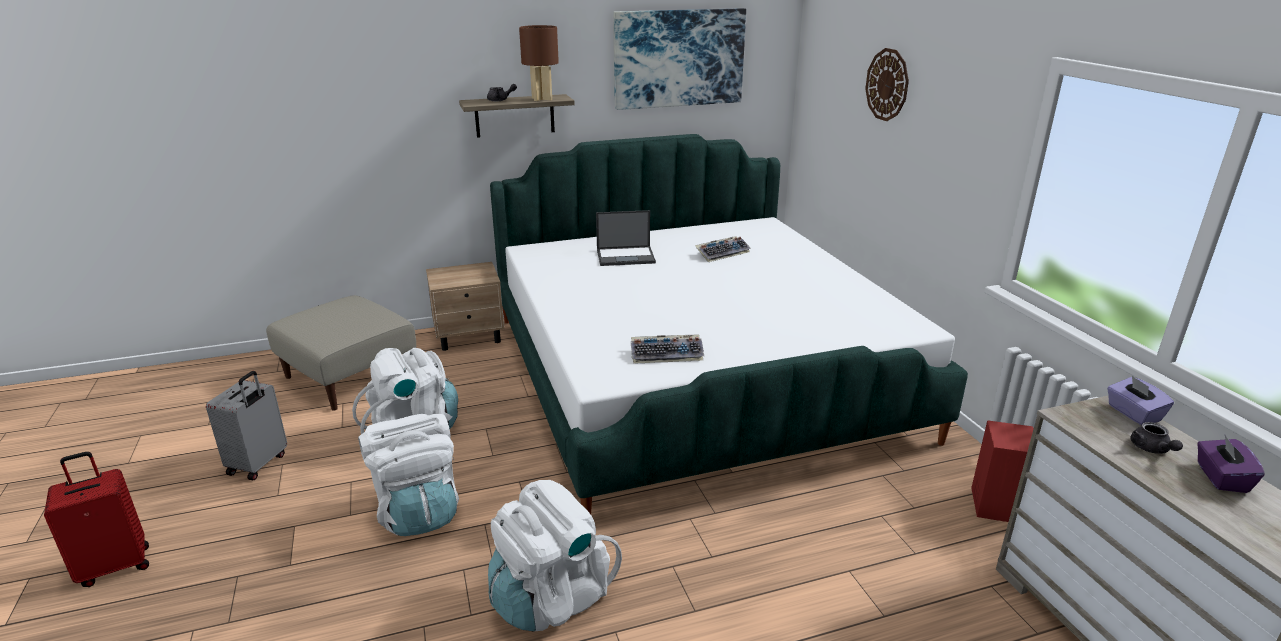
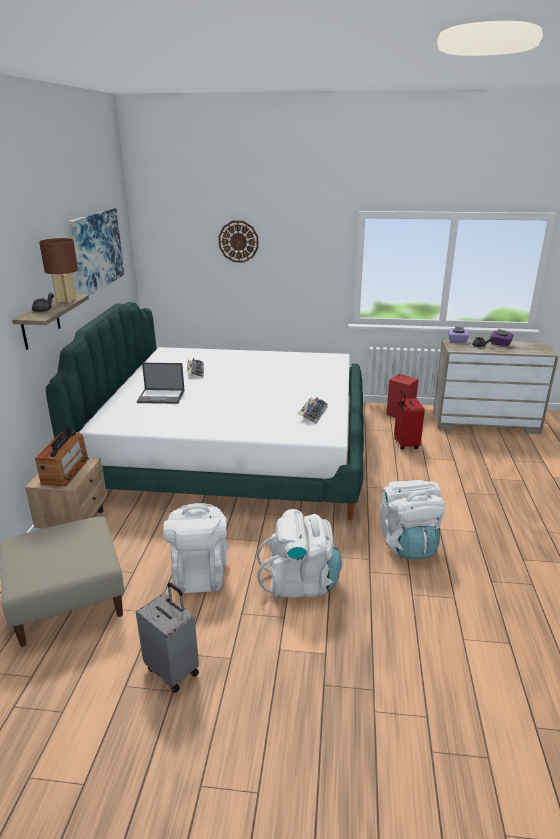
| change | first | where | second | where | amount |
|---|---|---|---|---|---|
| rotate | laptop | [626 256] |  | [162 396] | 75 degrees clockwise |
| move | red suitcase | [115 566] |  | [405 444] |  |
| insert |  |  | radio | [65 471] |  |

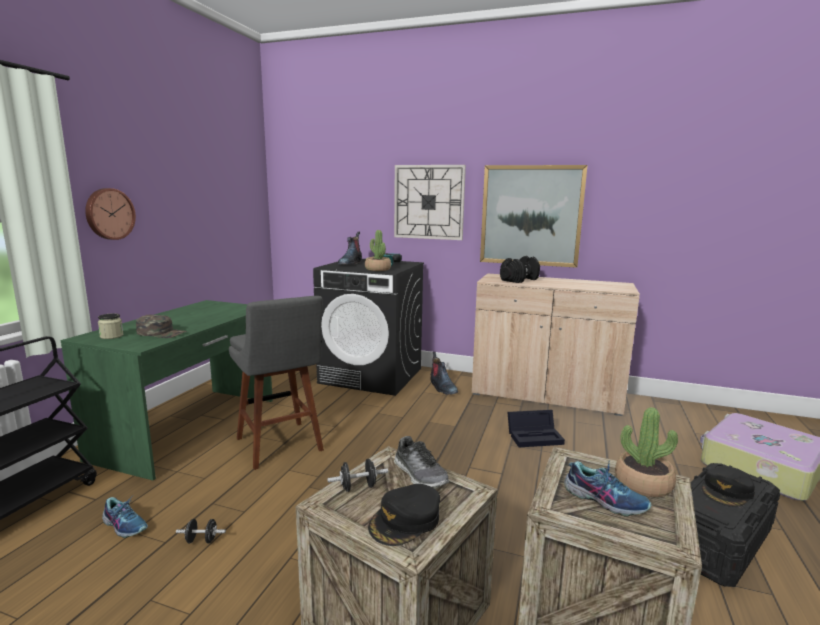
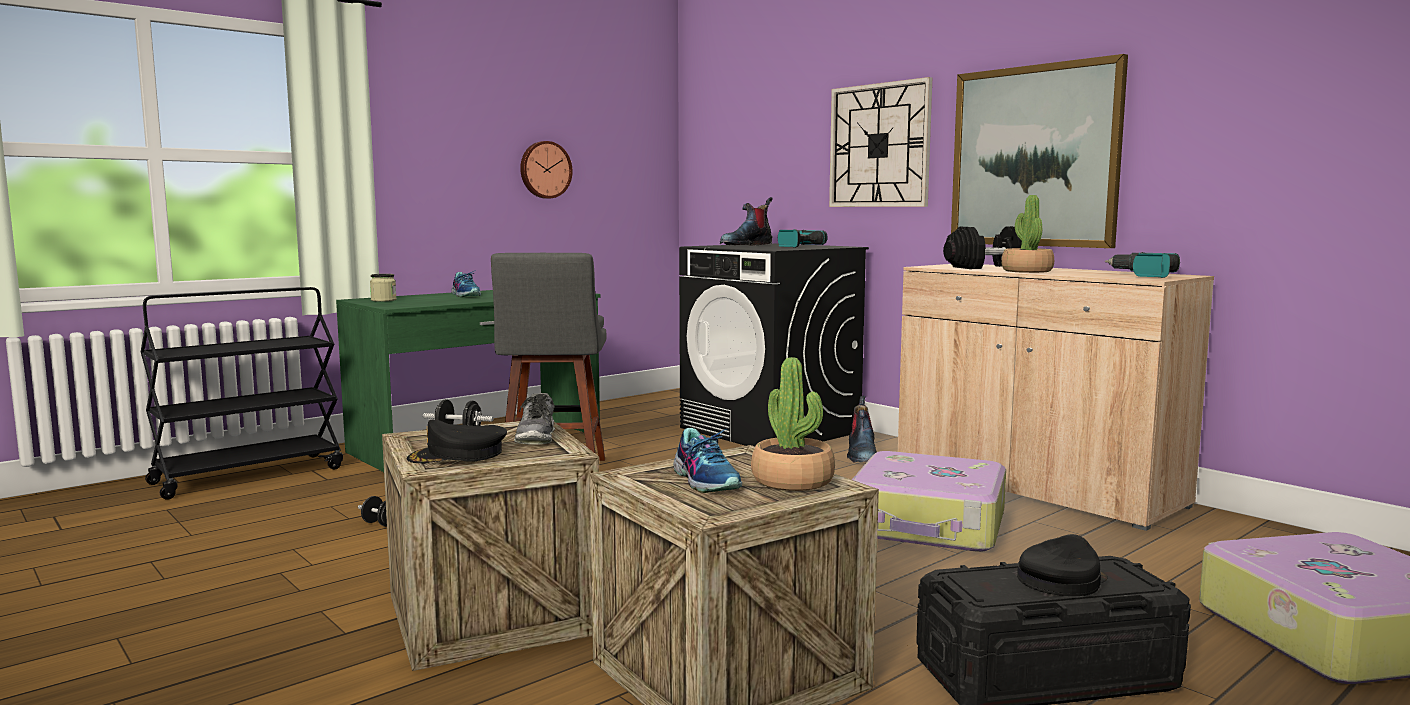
| change | first | where | second | where | amount |
|---|---|---|---|---|---|
| move | wall clock | [109 214] |  | [544 170] |  |
| move | potted plant | [377 269] |  | [1026 271] |  |
| delete | green cap | [162 333] |  |  |  |
| replace | black storage box | [535 436] | suitcase | [928 524] |  |
| rotate | black cap | [727 491] |  | [1061 579] | 150 degrees clockwise |
| move | shoe | [125 525] |  | [466 295] |  |
| insert |  |  | power drill | [1142 275] |  |

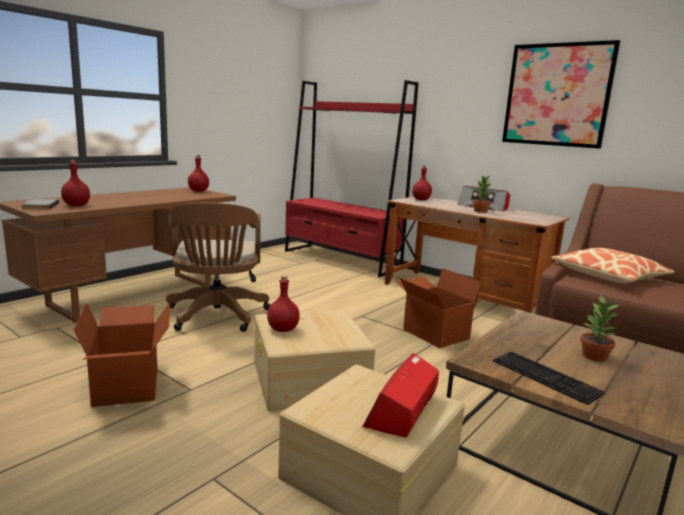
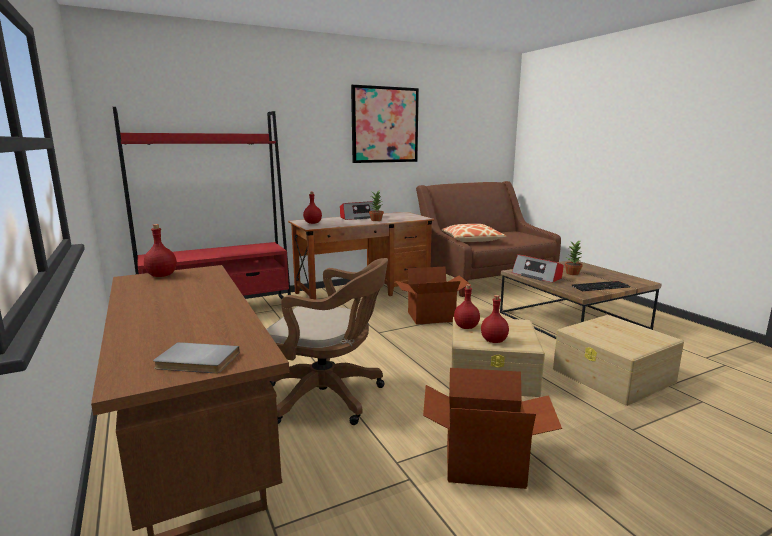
| change | first | where | second | where | amount |
|---|---|---|---|---|---|
| move | red bottle | [76 205] |  | [466 327] |  |
| move | radio | [402 409] |  | [537 276] |  |

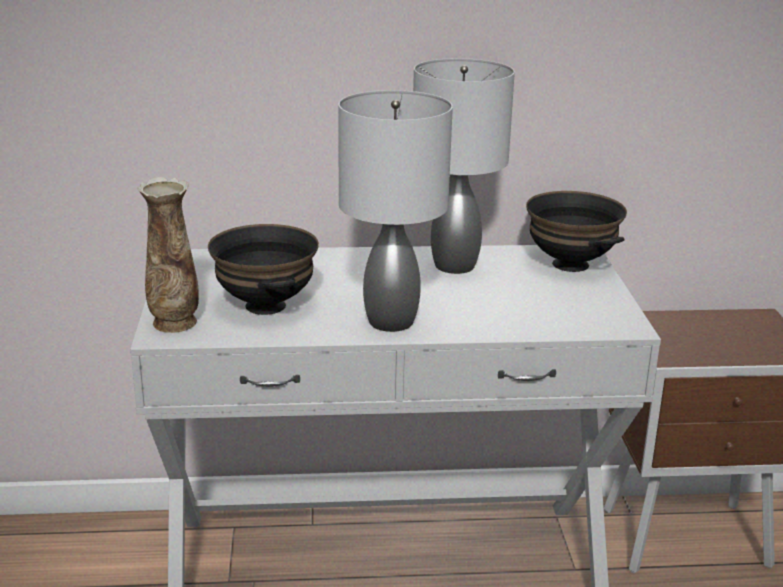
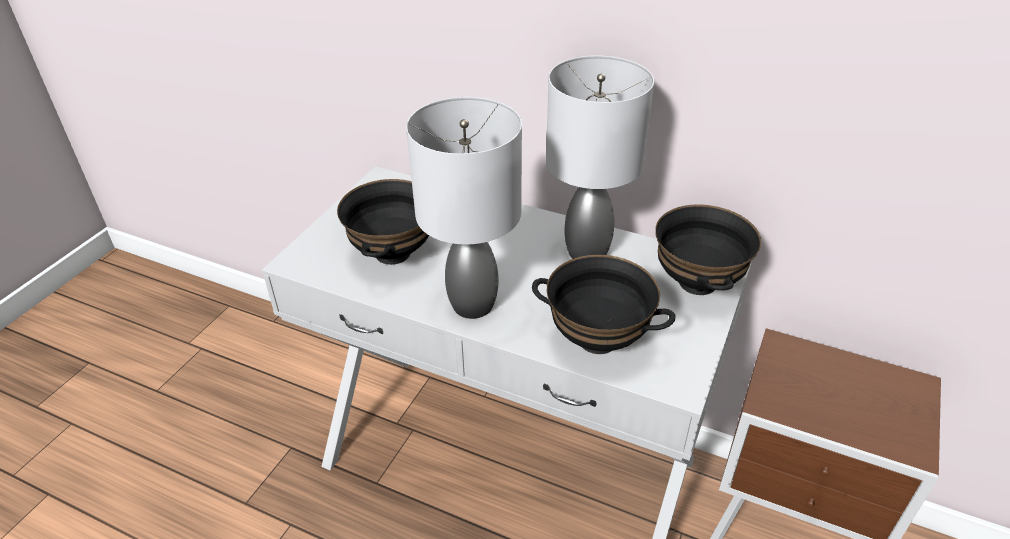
| change | first | where | second | where | amount |
|---|---|---|---|---|---|
| delete | vase | [174 323] |  |  |  |
| insert |  |  | black bowl | [598 339] |  |

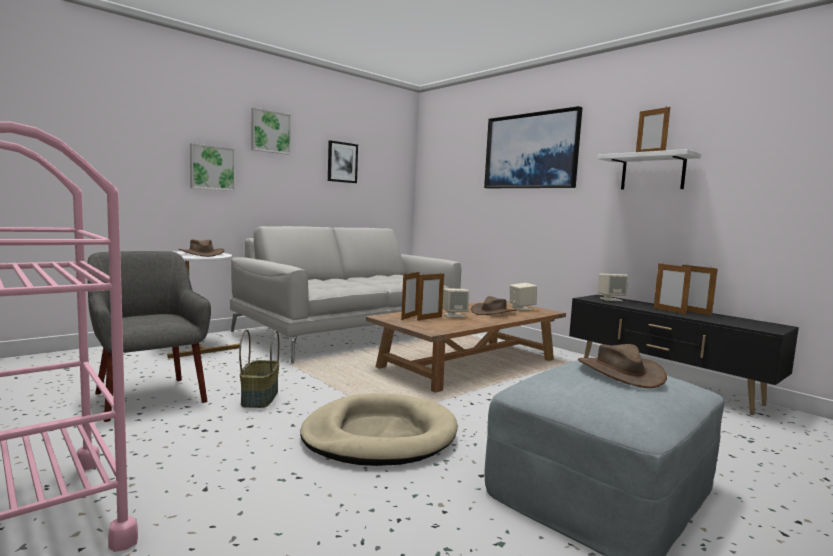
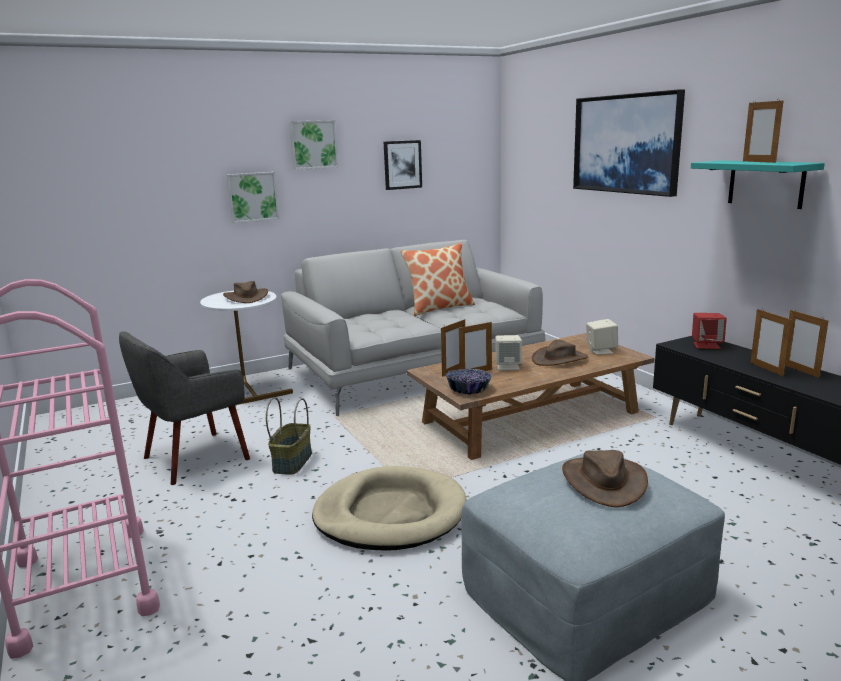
| change | first | where | second | where | amount |
|---|---|---|---|---|---|
| recolor | white shelf | [652 172] | turquoise shelf | [766 183] |  |
| rotate | grey armchair | [149 397] |  | [194 458] | 105 degrees counterclockwise |
| recolor | beige speaker | [611 299] | red speaker | [706 345] |  |
| insert |  |  | pillow | [439 308] |  |
| insert |  |  | bowl | [469 389] |  |

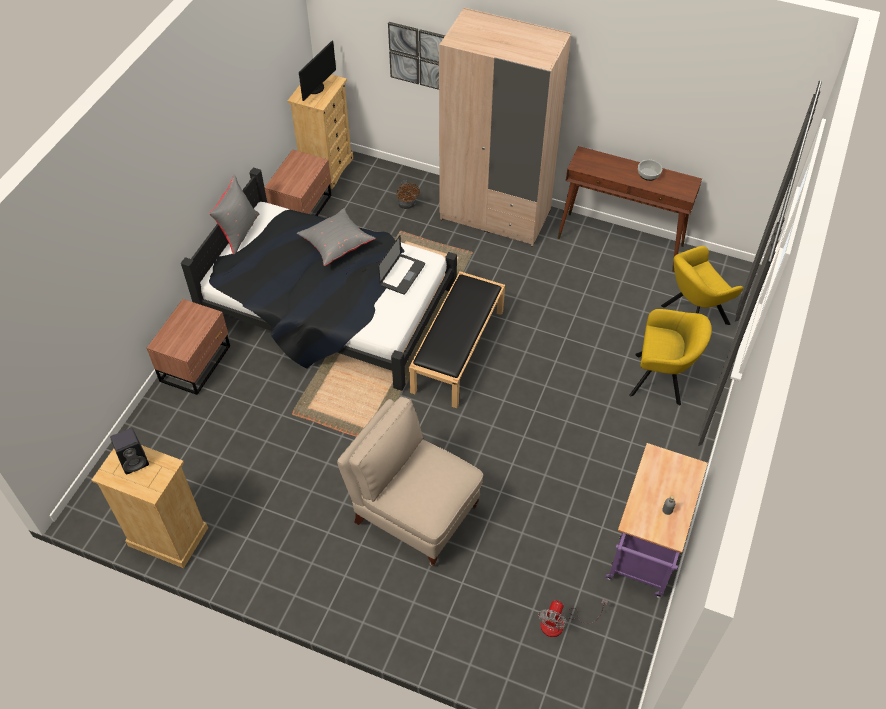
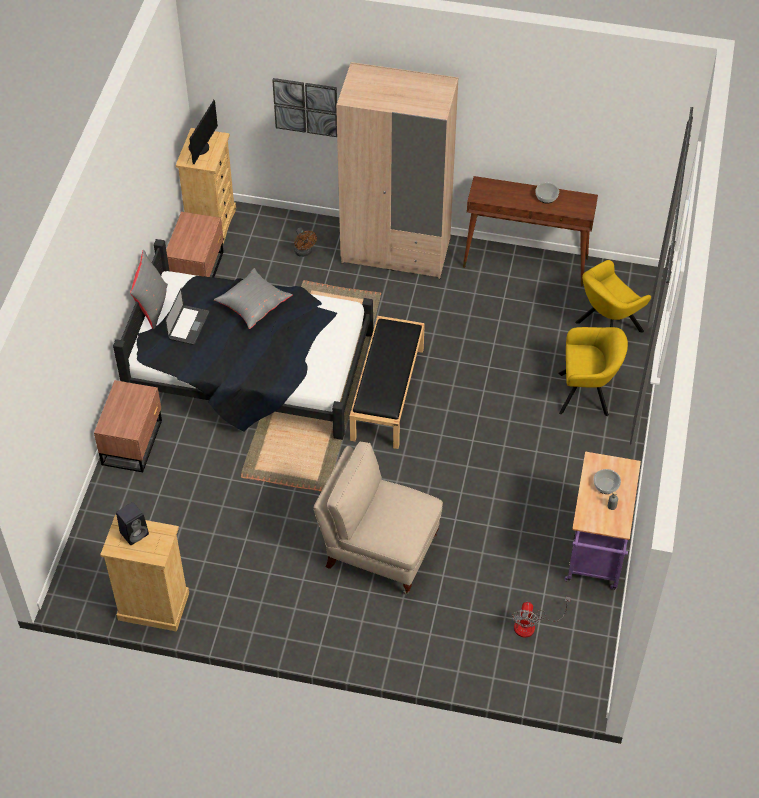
| change | first | where | second | where | amount |
|---|---|---|---|---|---|
| move | laptop | [402 275] |  | [188 326] |  |
| insert |  |  | bowl | [606 486] |  |

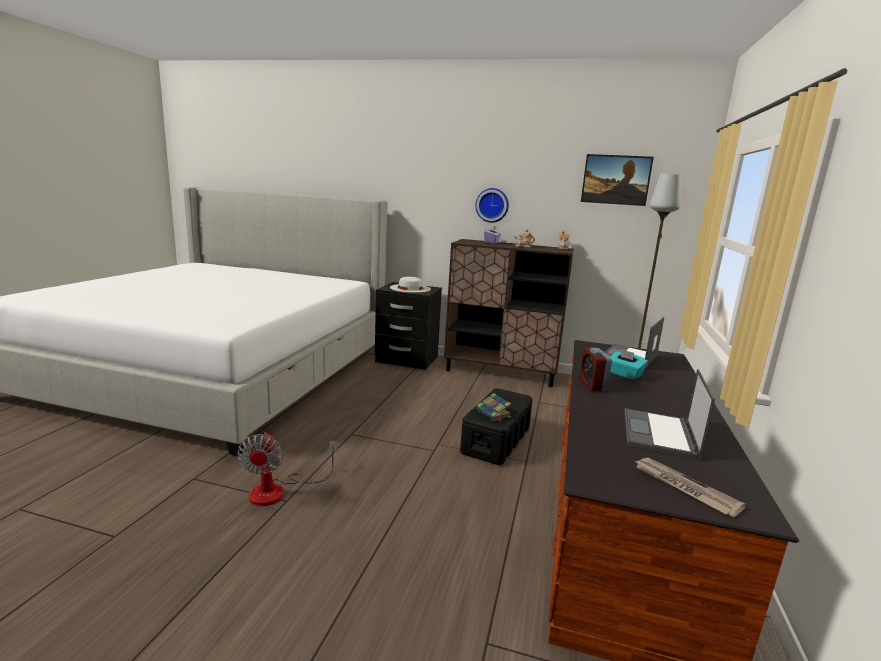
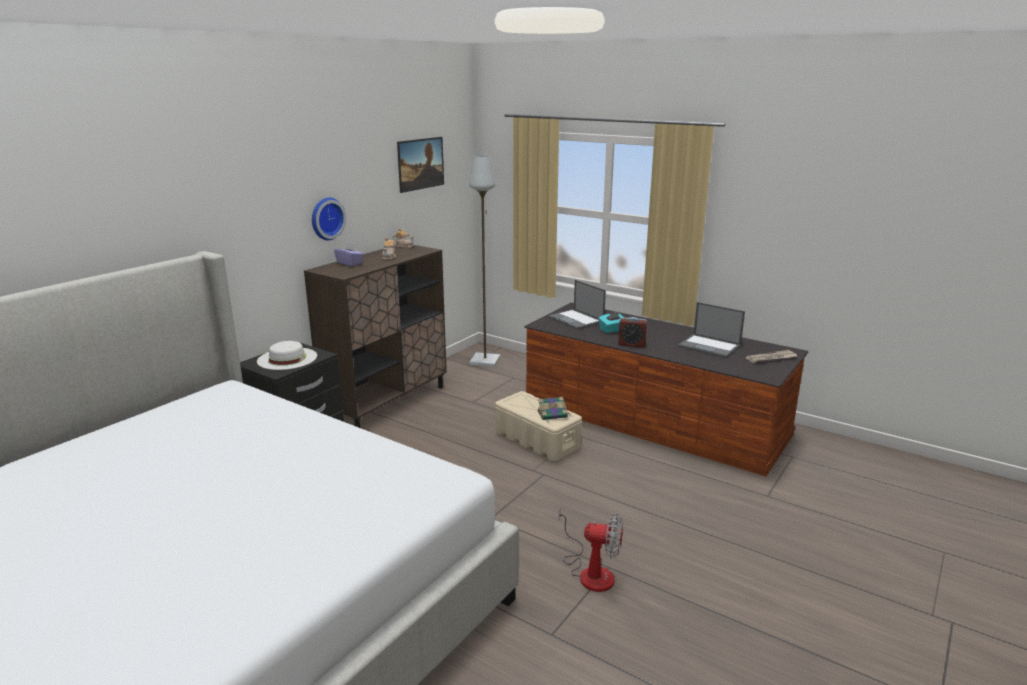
| change | first | where | second | where | amount |
|---|---|---|---|---|---|
| recolor | black storage box | [496 440] | beige storage box | [536 440] |  |

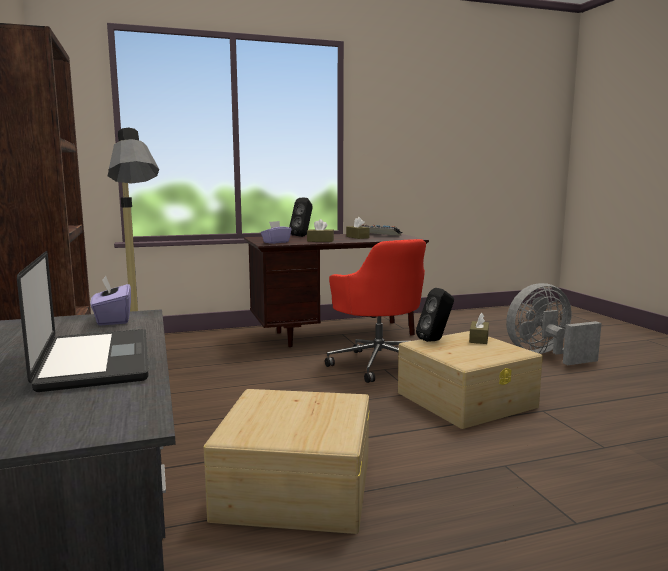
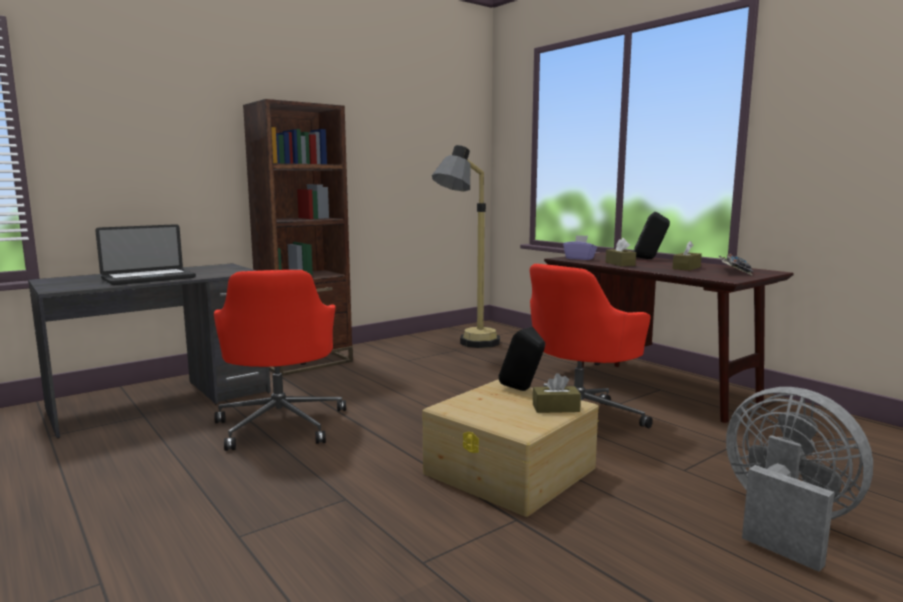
| change | first | where | second | where | amount |
|---|---|---|---|---|---|
| delete | purple tissue box | [113 320] |  |  |  |
| replace | beige storage box | [295 487] | red office chair | [281 424] |  |

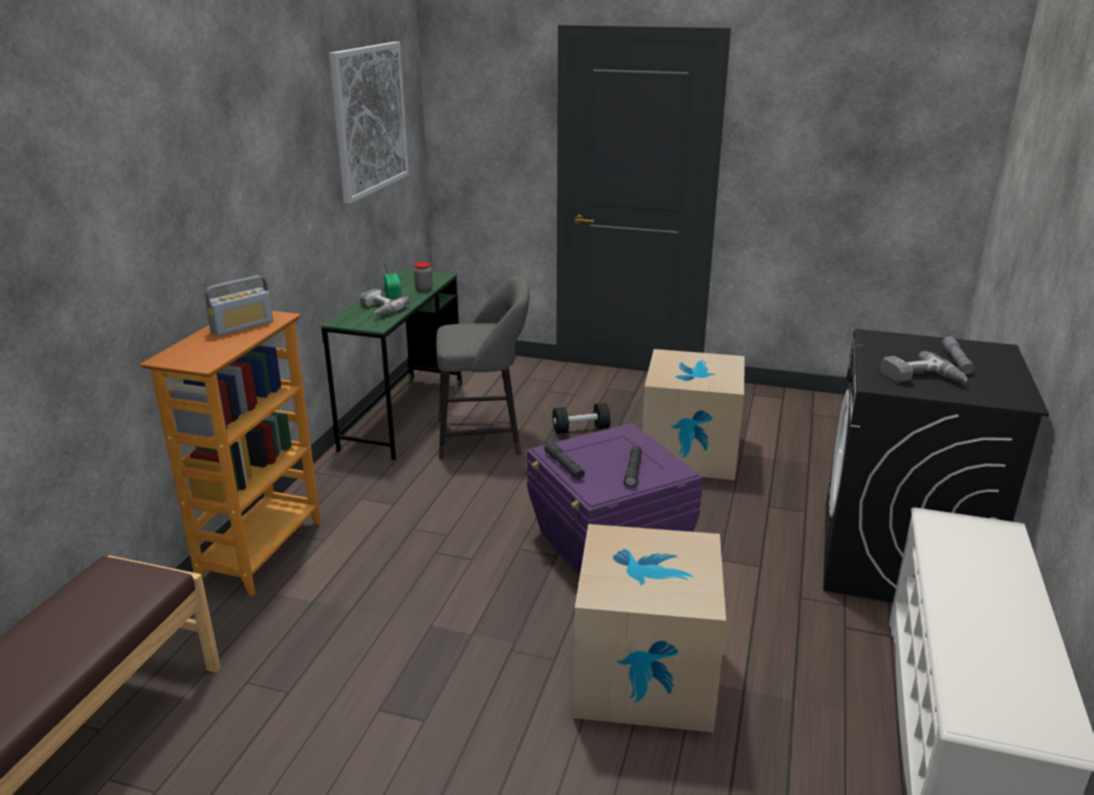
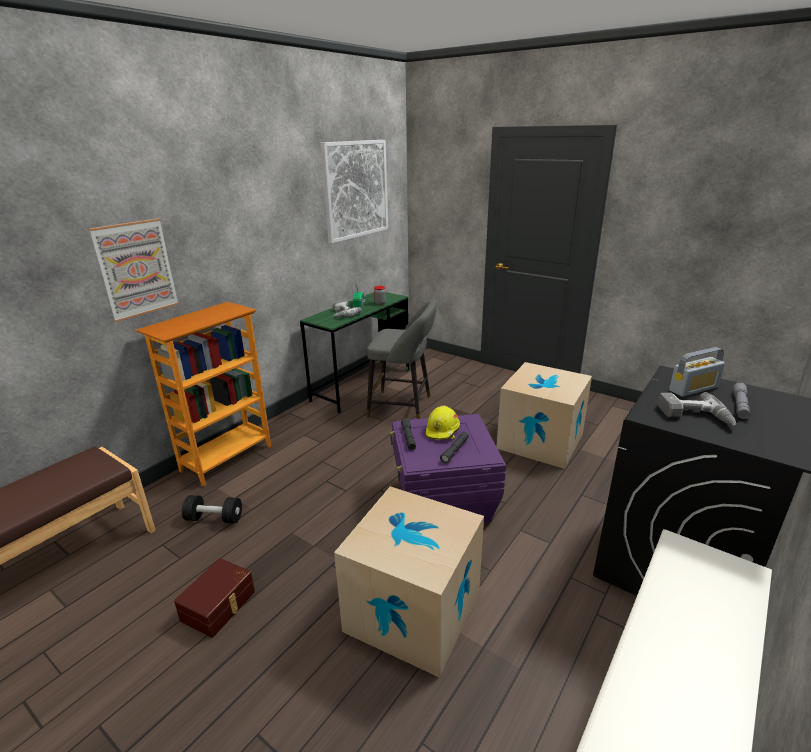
| change | first | where | second | where | amount |
|---|---|---|---|---|---|
| move | radio | [242 326] |  | [693 389] |  |
| move | black dumbbell | [581 429] |  | [214 518] |  |
| insert |  |  | picture | [136 269] |  |
| insert |  |  | yellow hard hat | [443 431] |  |
| insert |  |  | brown storage box | [220 606] |  |

